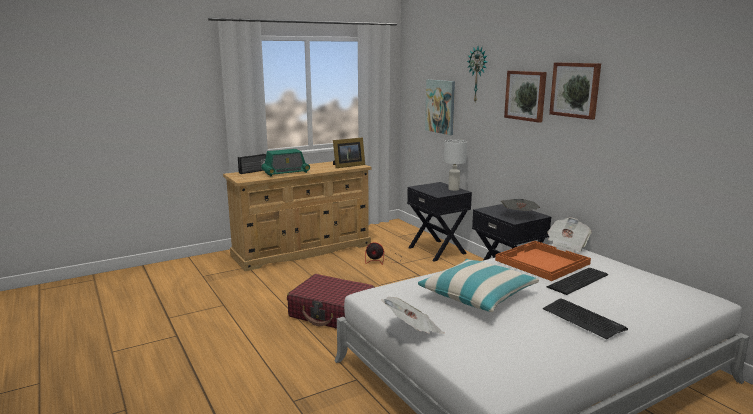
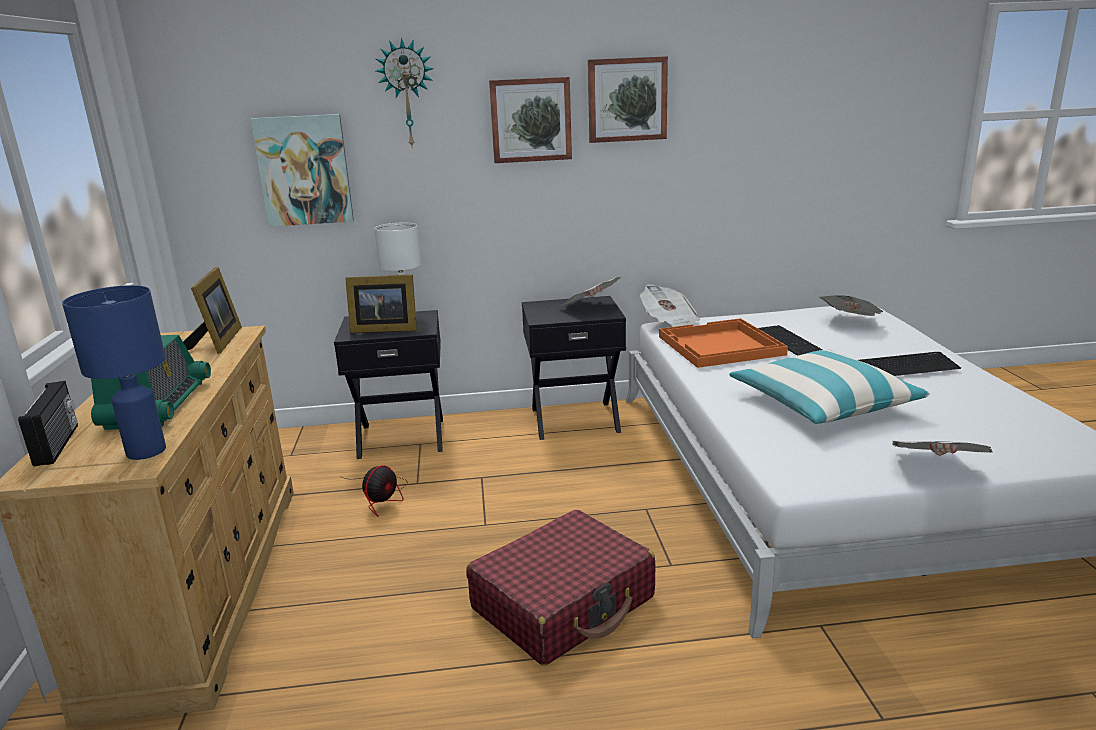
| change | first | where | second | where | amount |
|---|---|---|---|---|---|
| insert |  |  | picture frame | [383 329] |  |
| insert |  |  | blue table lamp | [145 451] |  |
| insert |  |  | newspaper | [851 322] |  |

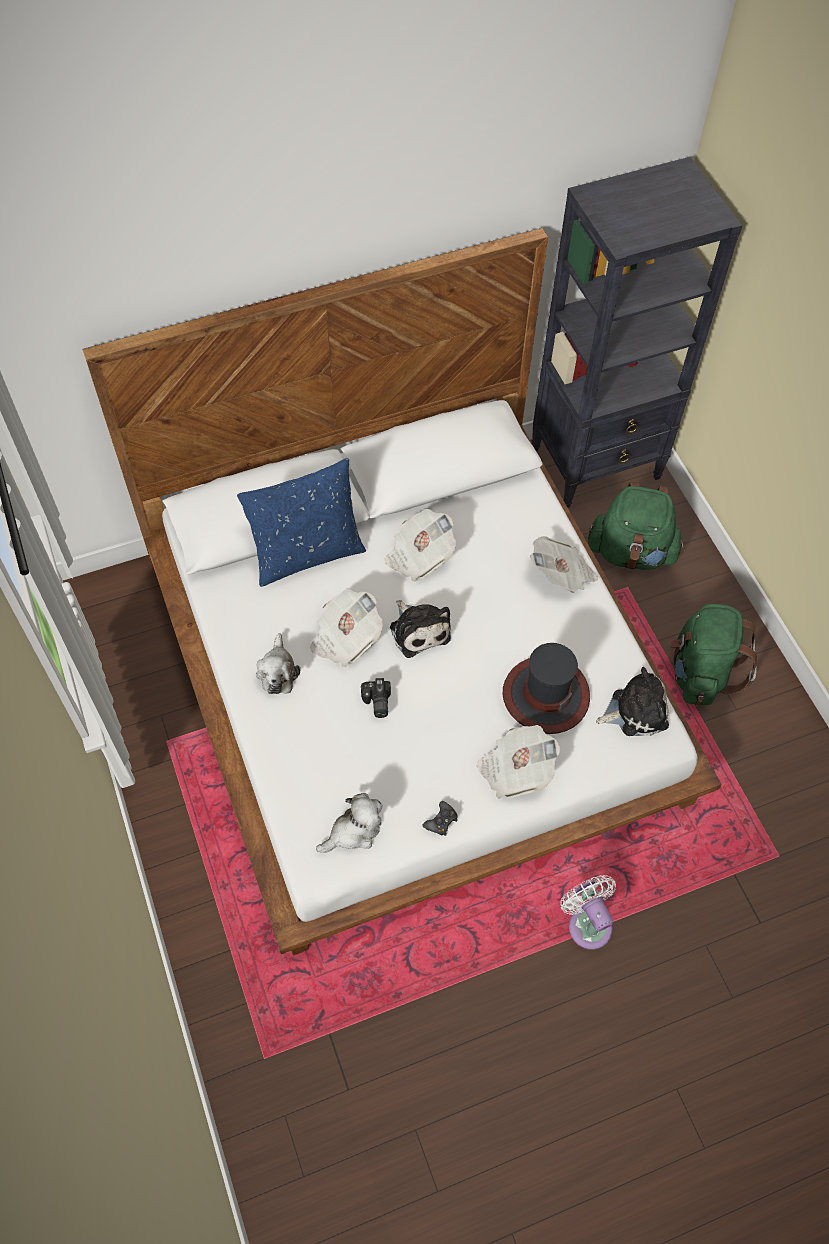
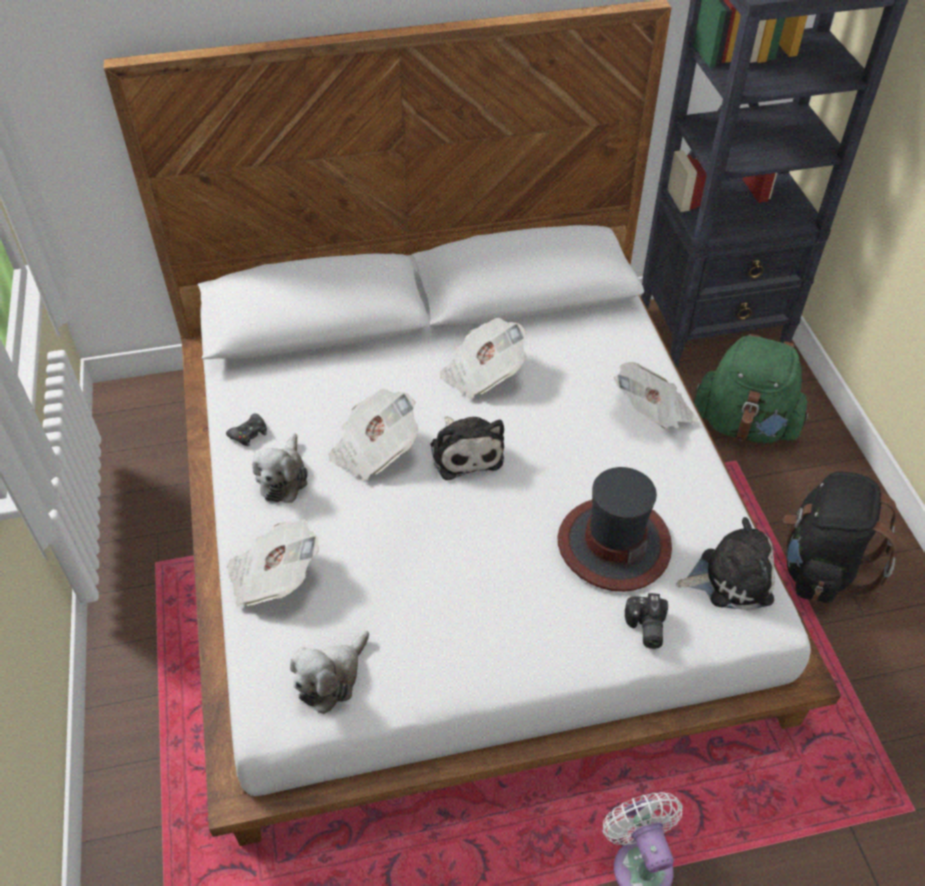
| change | first | where | second | where | amount |
|---|---|---|---|---|---|
| delete | blue pillow | [307 554] |  |  |  |
| recolor | green backpack | [700 672] | black backpack | [820 566] |  |
| move | photo camera | [376 703] |  | [645 628] |  |
| move | newspaper | [515 770] |  | [273 577] |  |
| rotate | plush toy | [354 831] |  | [331 678] | 150 degrees clockwise |
| move | black game controller | [441 821] |  | [249 433] |  |

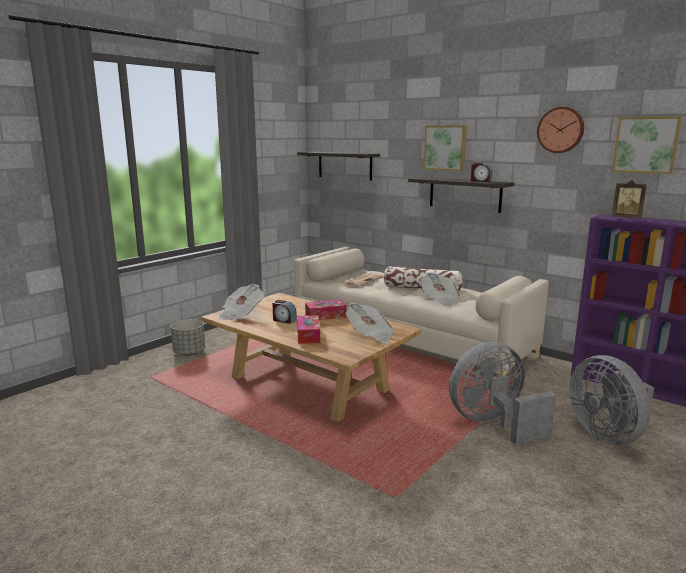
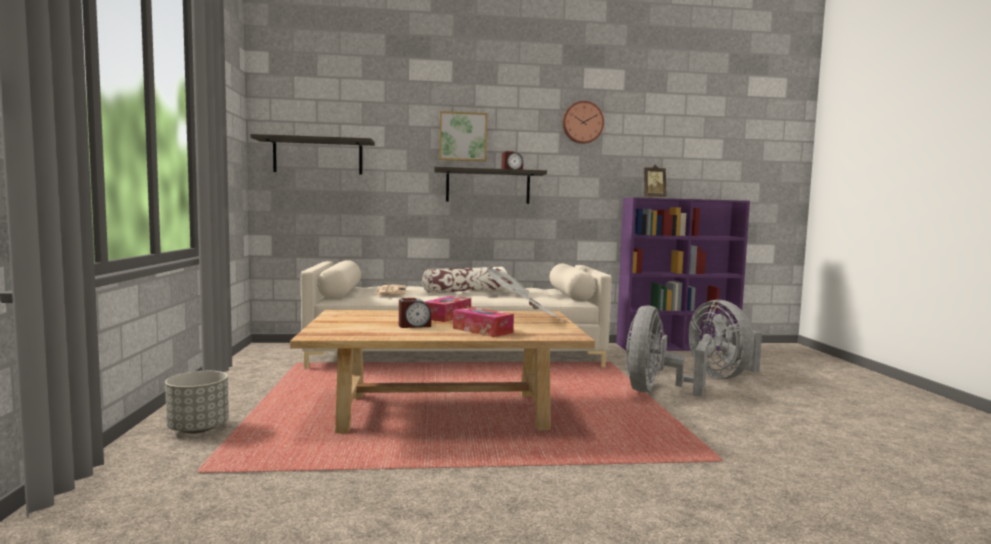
| change | first | where | second | where | amount |
|---|---|---|---|---|---|
| delete | picture | [646 145] |  |  |  |
| delete | newspaper | [241 314] |  |  |  |
| rotate | grey fan | [607 435] |  | [723 376] | 45 degrees clockwise |

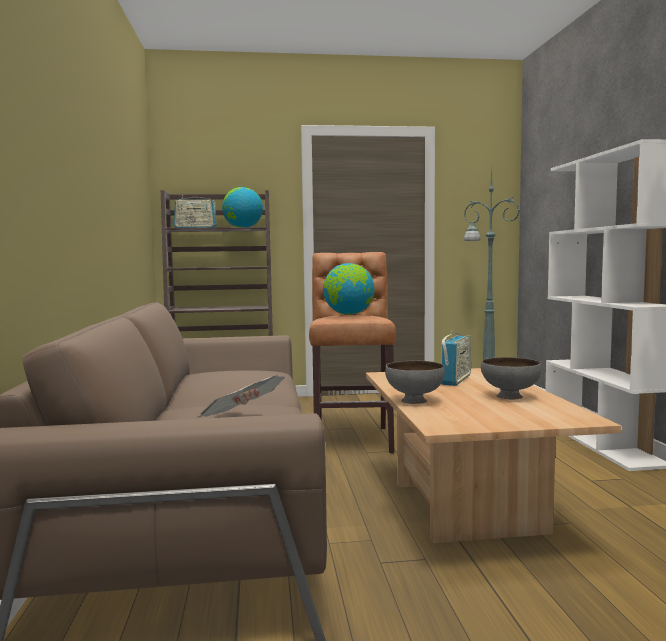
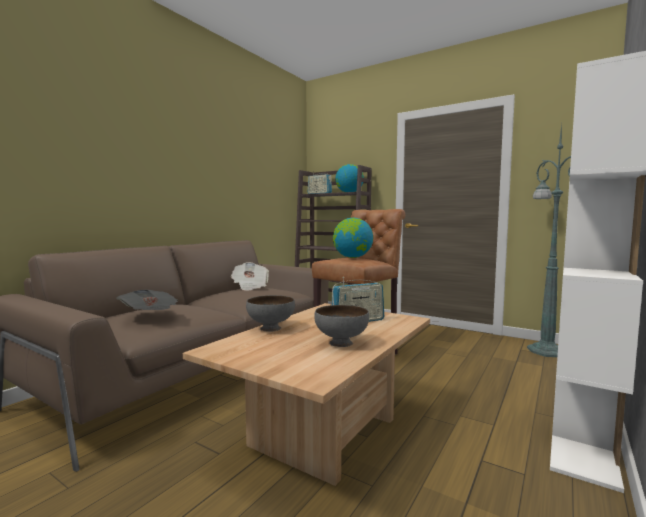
| change | first | where | second | where | amount |
|---|---|---|---|---|---|
| insert |  |  | newspaper | [250 286] |  |

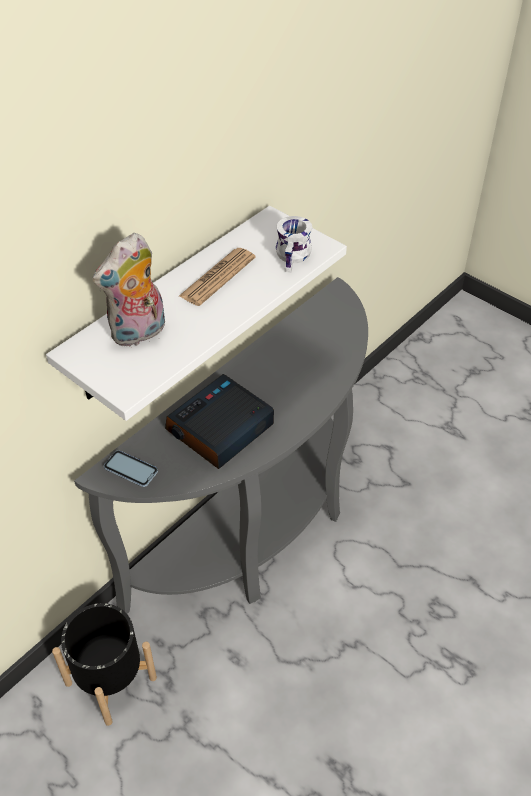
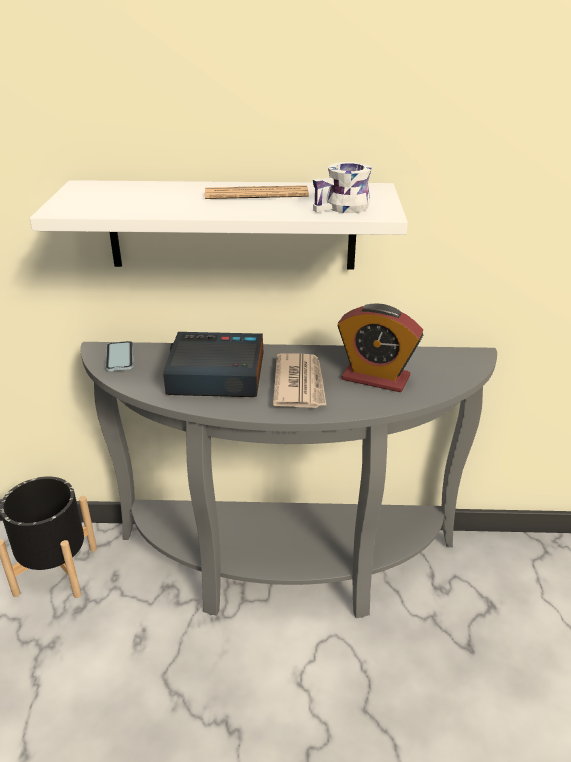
| change | first | where | second | where | amount |
|---|---|---|---|---|---|
| delete | plush toy | [139 333] |  |  |  |
| insert |  |  | alarm clock | [375 378] |  |
| insert |  |  | newspaper | [300 384] |  |

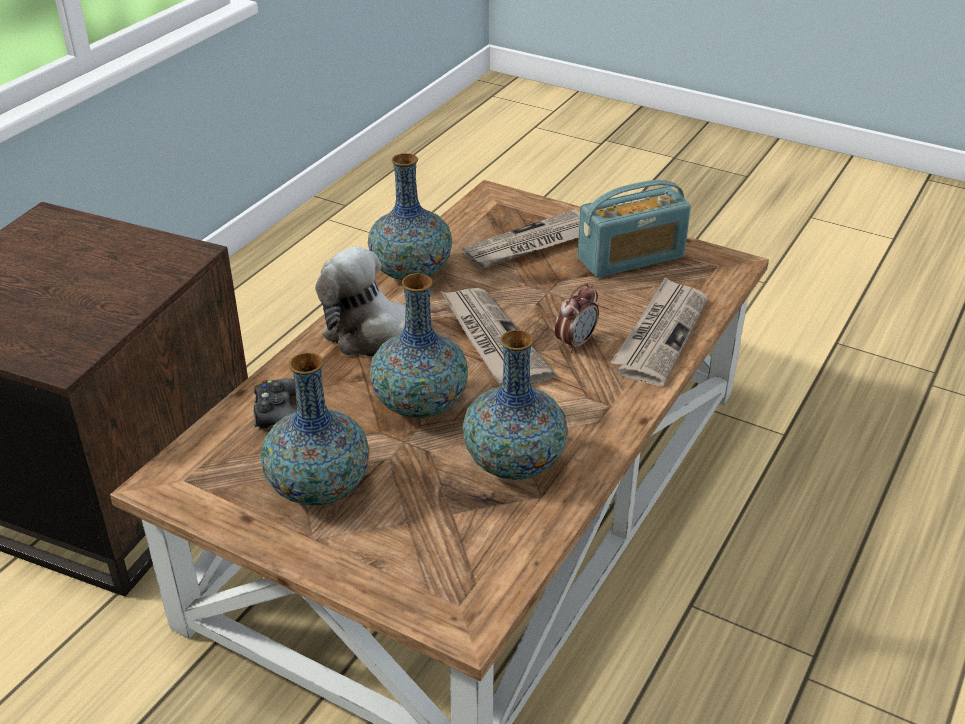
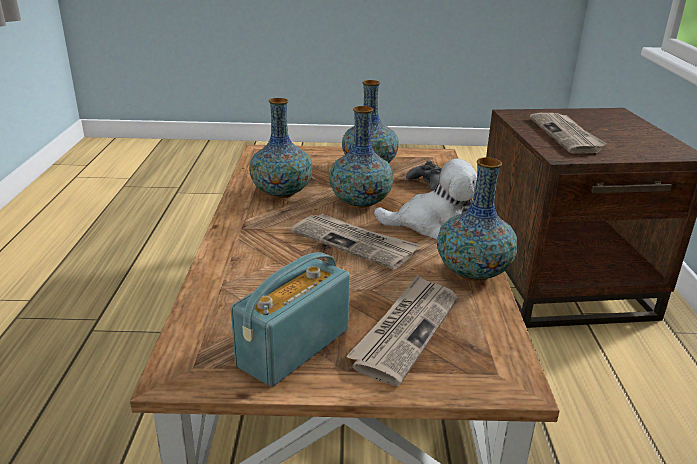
| change | first | where | second | where | amount |
|---|---|---|---|---|---|
| move | newspaper | [660 334] |  | [566 135] |  |
| delete | alarm clock | [575 343] |  |  |  |

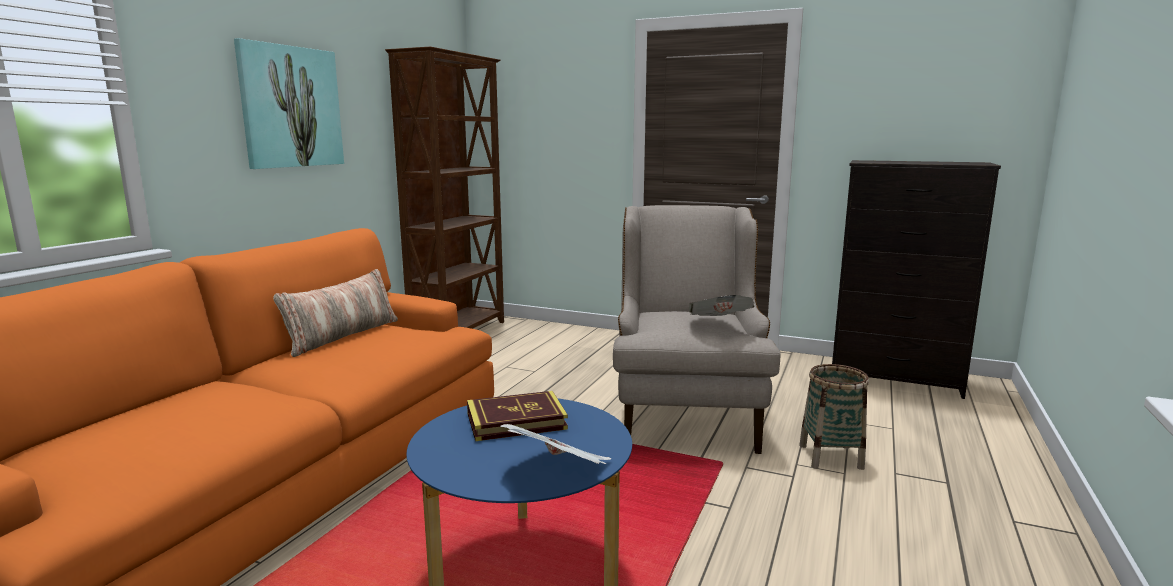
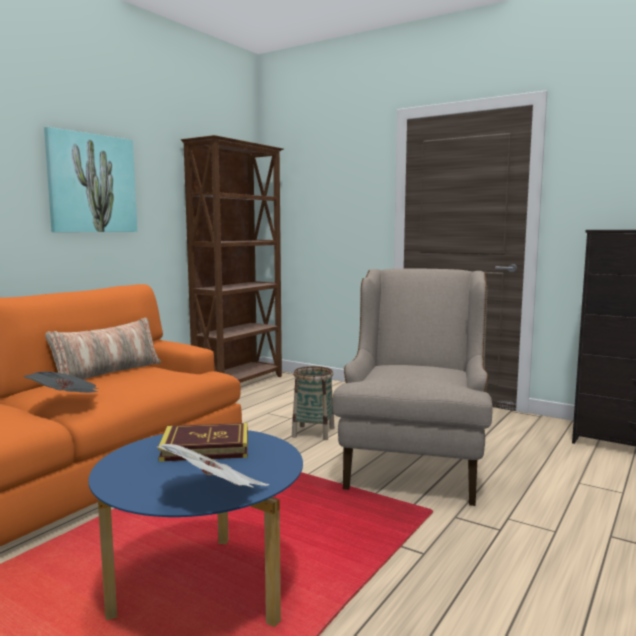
| change | first | where | second | where | amount |
|---|---|---|---|---|---|
| move | newspaper | [719 324] |  | [67 401] |  |
| move | basket | [830 456] |  | [313 432] |  |

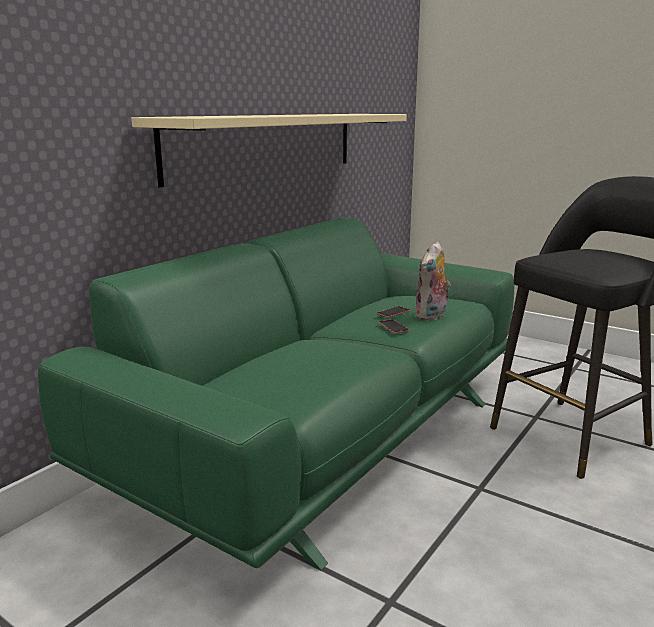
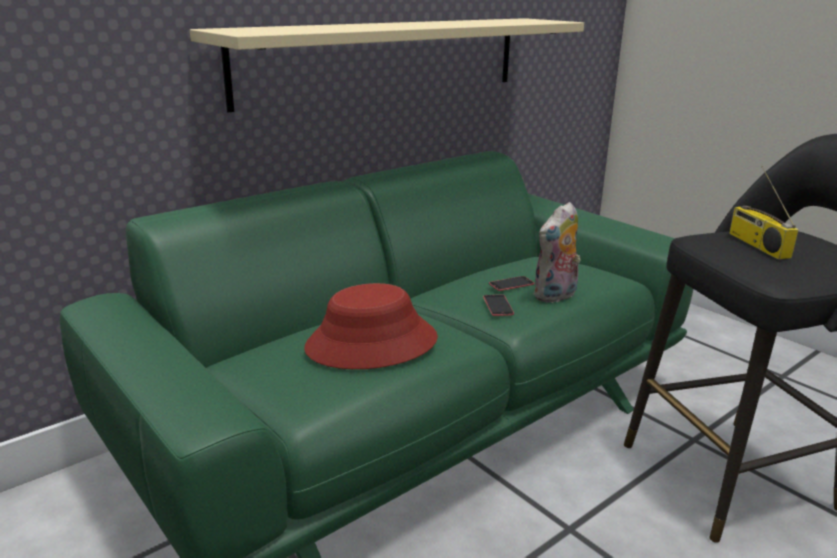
| change | first | where | second | where | amount |
|---|---|---|---|---|---|
| insert |  |  | radio | [756 245] |  |
| insert |  |  | red hat | [371 344] |  |

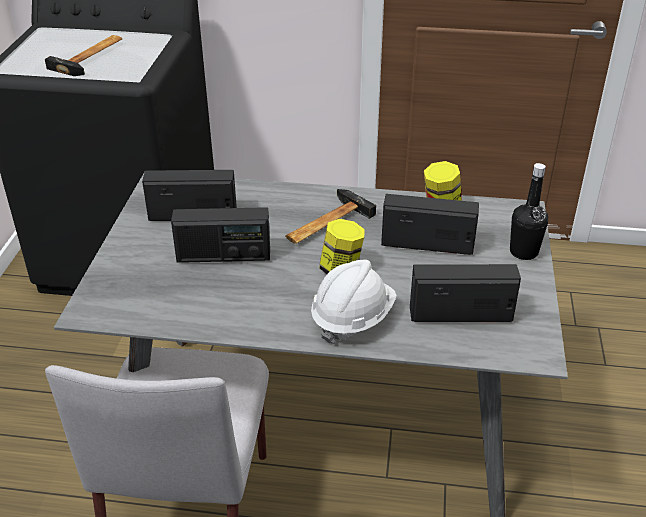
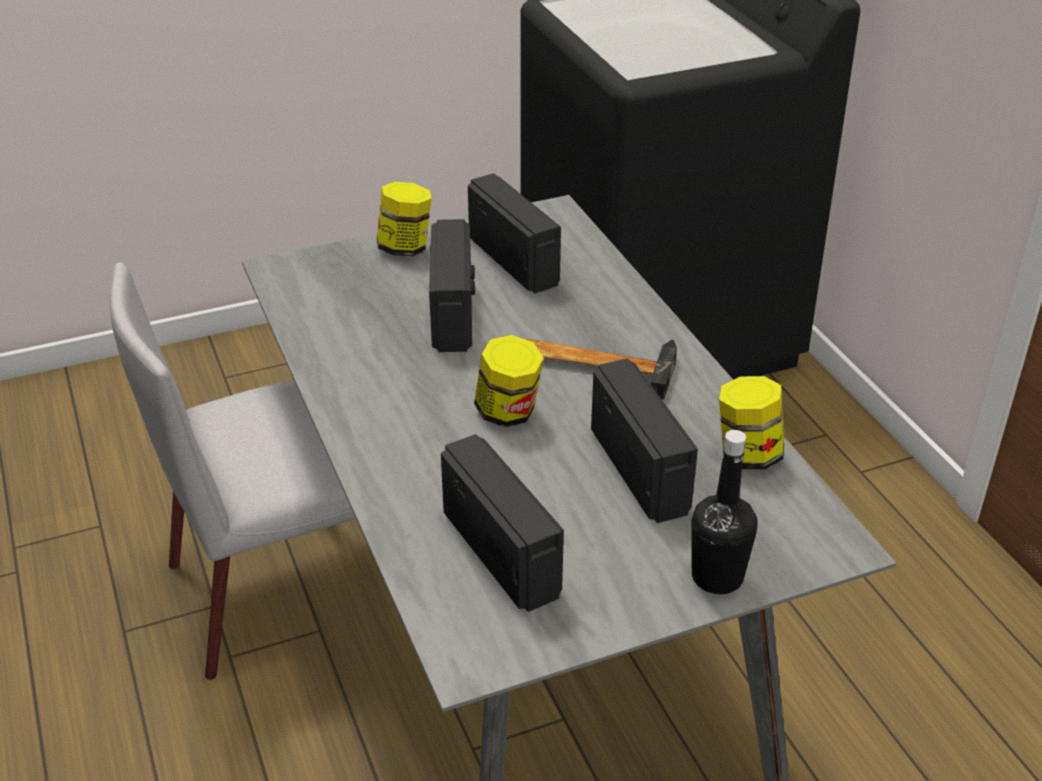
| change | first | where | second | where | amount |
|---|---|---|---|---|---|
| delete | hammer | [92 57] |  |  |  |
| rotate | radio | [223 256] |  | [453 314] | 150 degrees counterclockwise |
| delete | white hard hat | [352 318] |  |  |  |
| insert |  |  | jar | [405 248] |  |

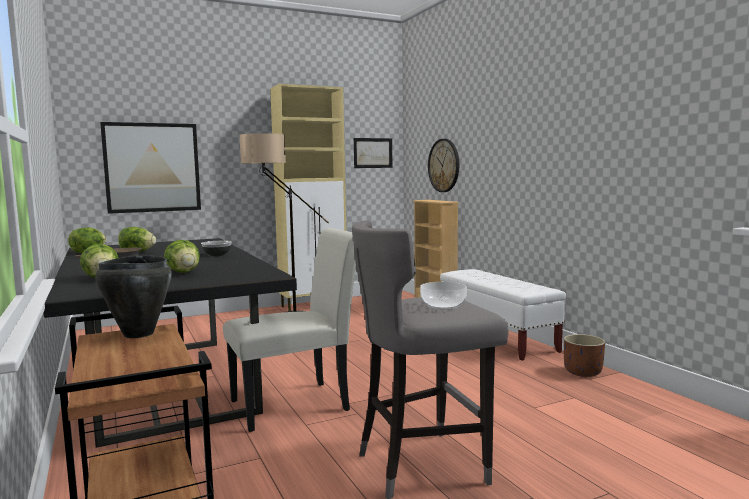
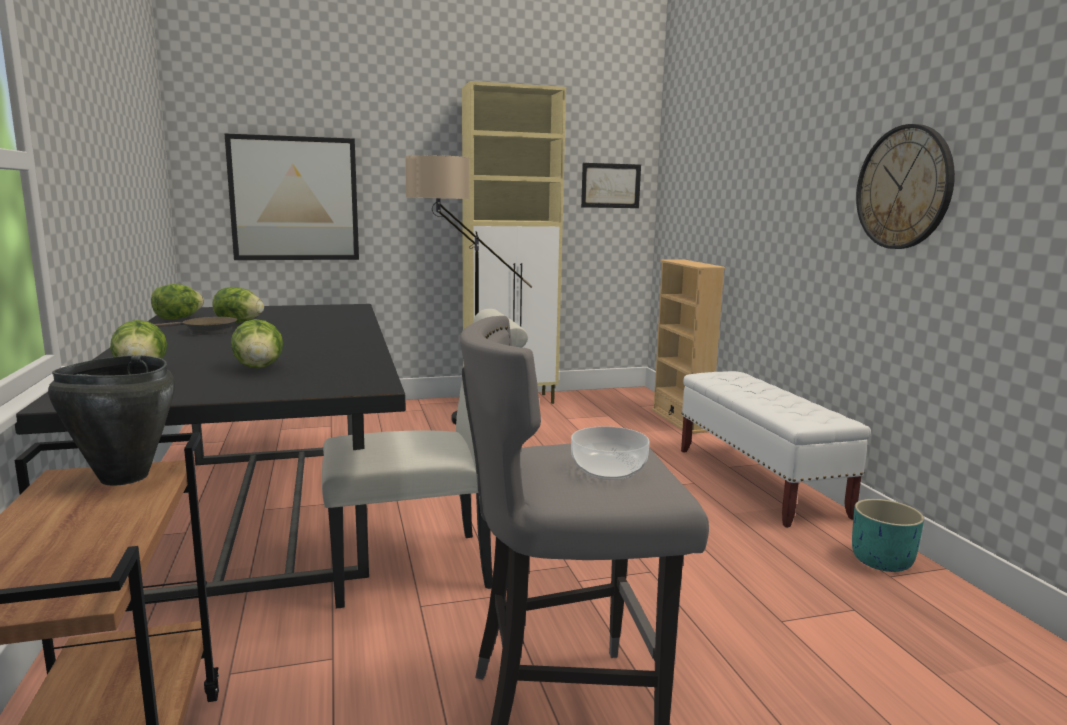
| change | first | where | second | where | amount |
|---|---|---|---|---|---|
| move | wall clock | [444 165] |  | [904 187] |  |
| delete | bowl | [216 255] |  |  |  |
| recolor | brown planter | [583 372] | turquoise planter | [882 562] |  |

